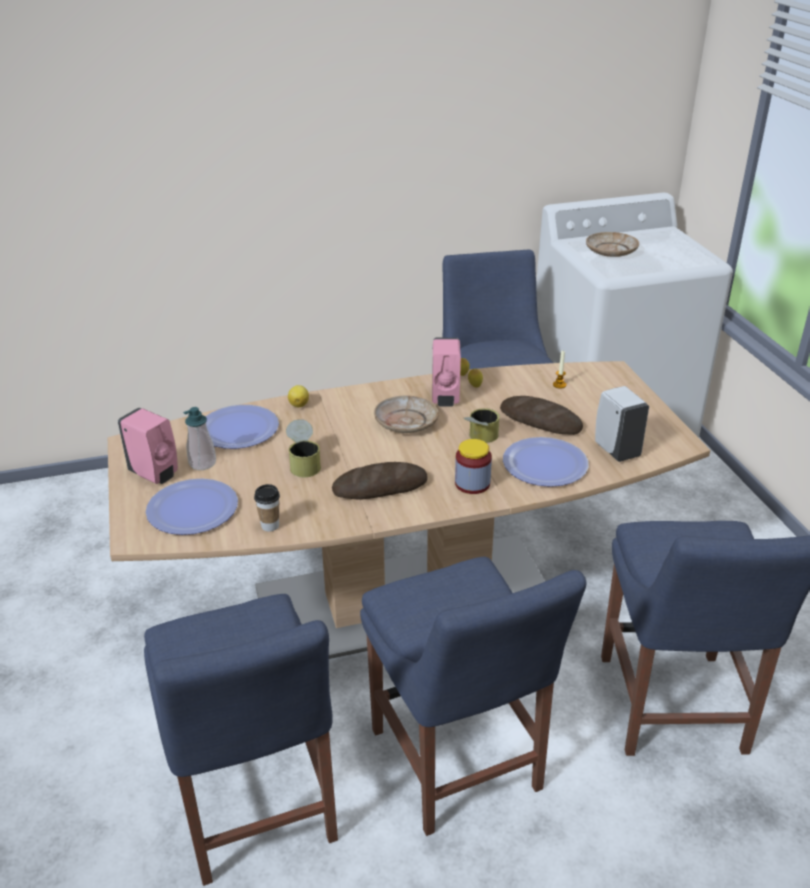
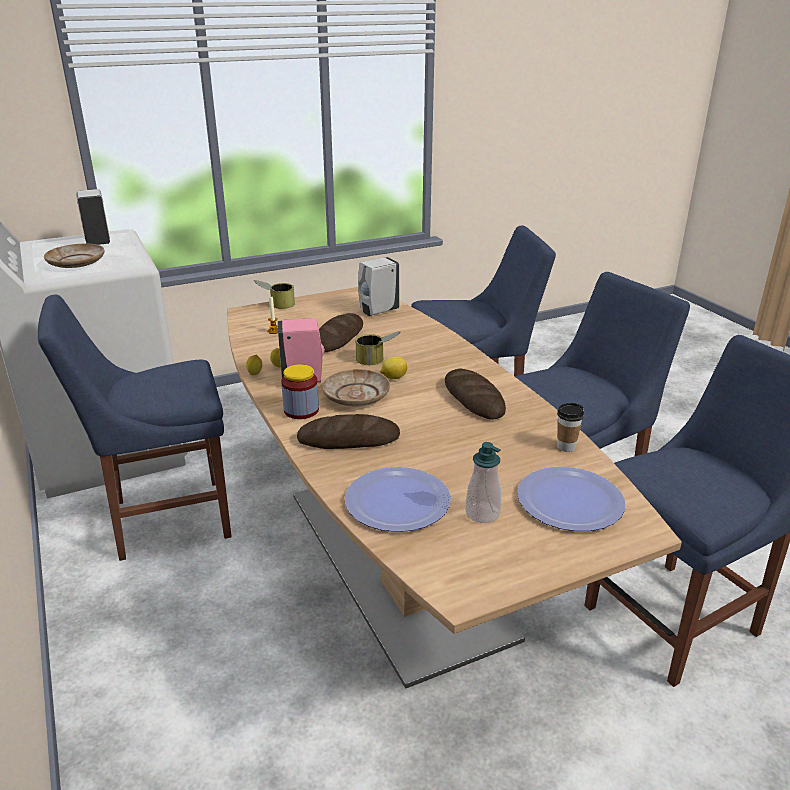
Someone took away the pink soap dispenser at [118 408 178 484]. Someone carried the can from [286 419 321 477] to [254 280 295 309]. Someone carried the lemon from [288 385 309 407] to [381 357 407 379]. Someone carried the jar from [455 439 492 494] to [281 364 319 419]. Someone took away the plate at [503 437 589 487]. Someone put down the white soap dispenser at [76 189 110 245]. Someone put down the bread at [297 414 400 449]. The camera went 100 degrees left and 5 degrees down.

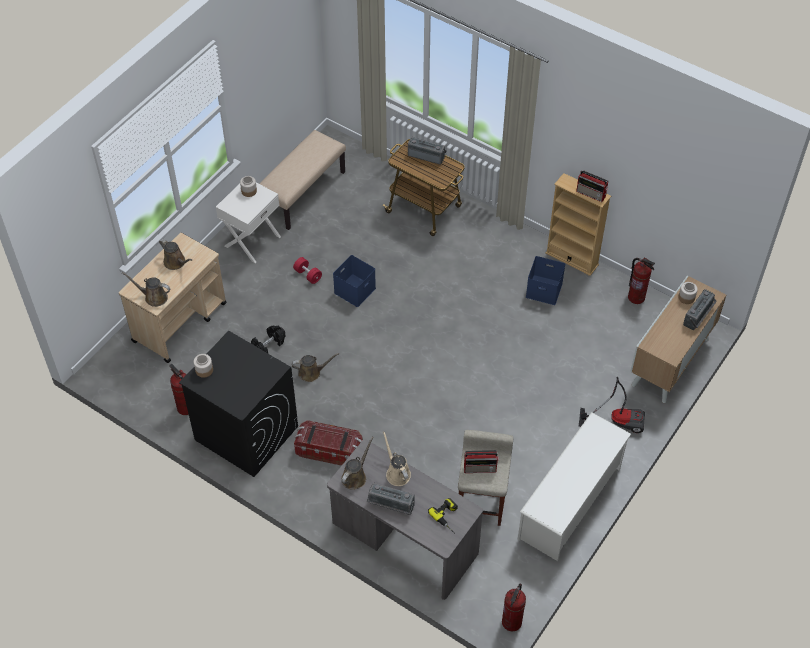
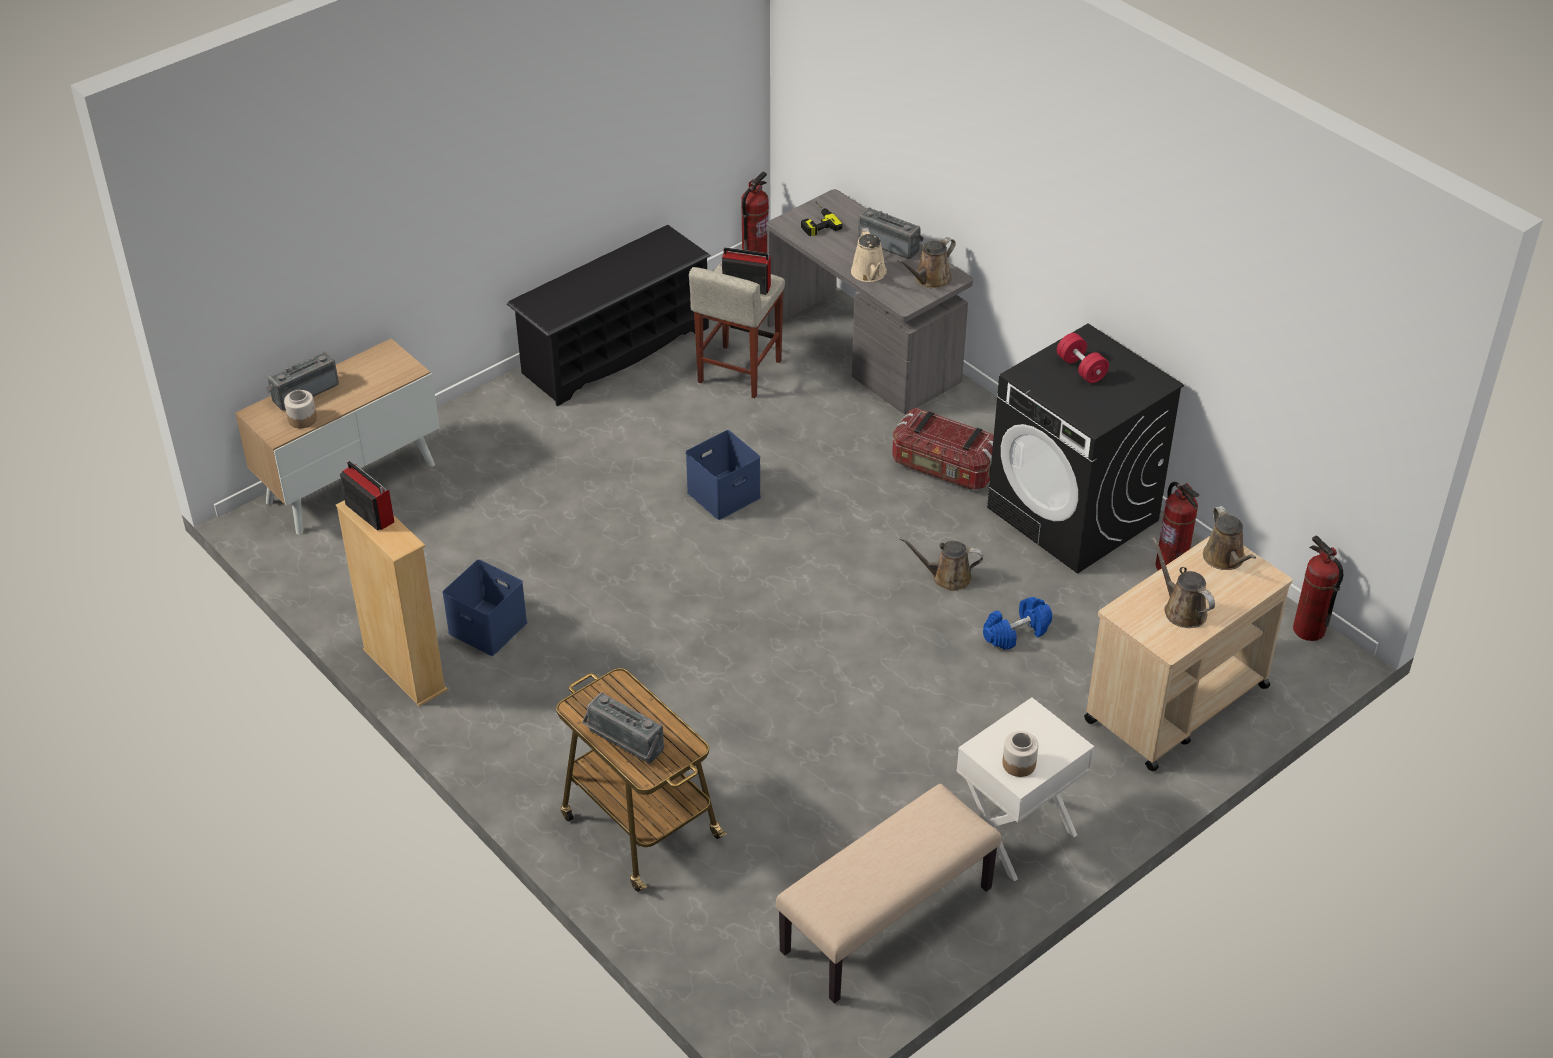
Someone rotated the brown watering can at [122 272 170 307] by 45 degrees clockwise. Someone took away the jar at [194 354 213 378]. Someone repainted the black dumbbell at [251 326 285 353], which became the blue dumbbell at [983 597 1052 650]. Someone carried the red dumbbell from [293 257 322 284] to [1057 333 1109 383]. Someone carried the blue storage box from [333 255 376 307] to [686 430 761 520]. Someone repainted the white shoe rack at [517 412 631 561], which became the black shoe rack at [507 225 711 406]. Someone took away the vacuum cleaner at [578 377 645 433]. Someone carried the fire extinguisher from [628 257 655 304] to [1293 536 1343 641]. The camera went 165 degrees left and 10 degrees down.

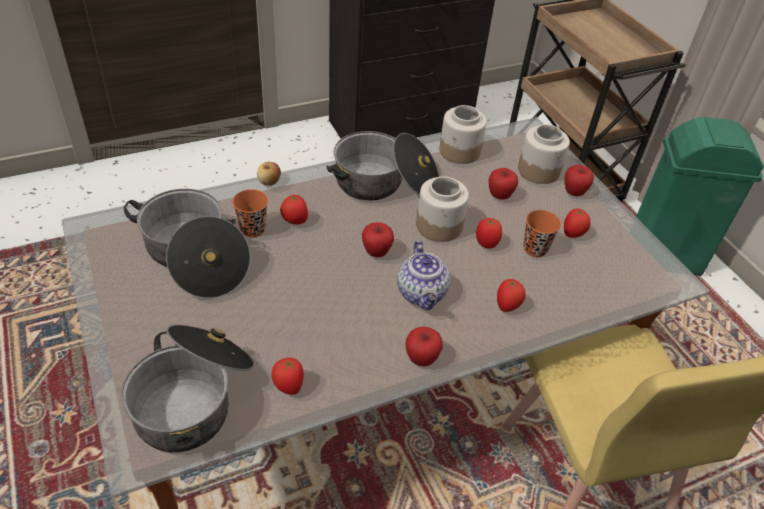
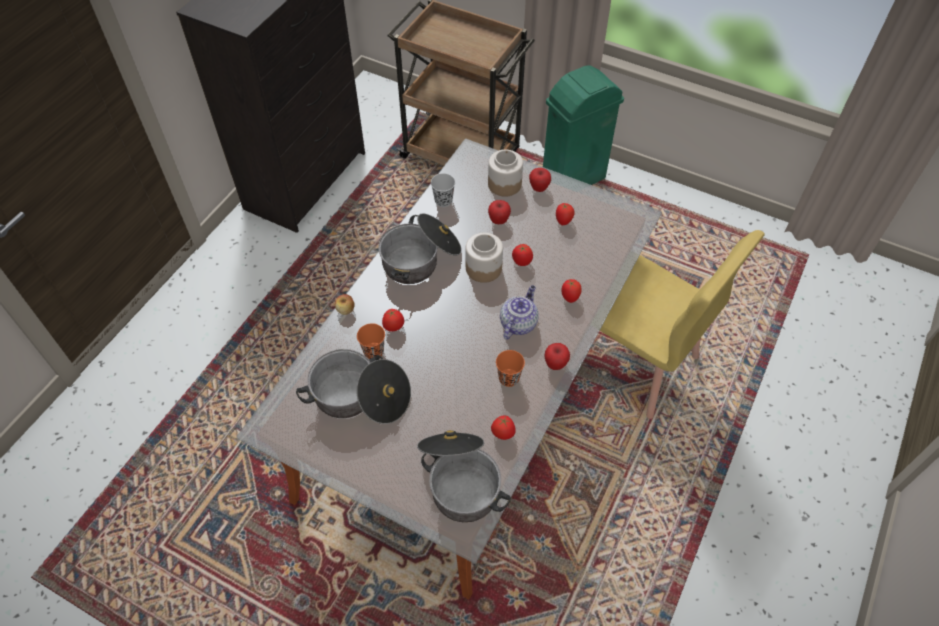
Someone took away the apple at [362 222 394 257]. Someone rotated the teapot at [397 240 450 310] by 105 degrees counterclockwise. Someone swapped the jar at [439 105 487 164] for the black cup at [431 173 455 207]. Someone carried the orange cup from [524 210 561 257] to [496 350 525 387]. The camera went 35 degrees left and 10 degrees up.

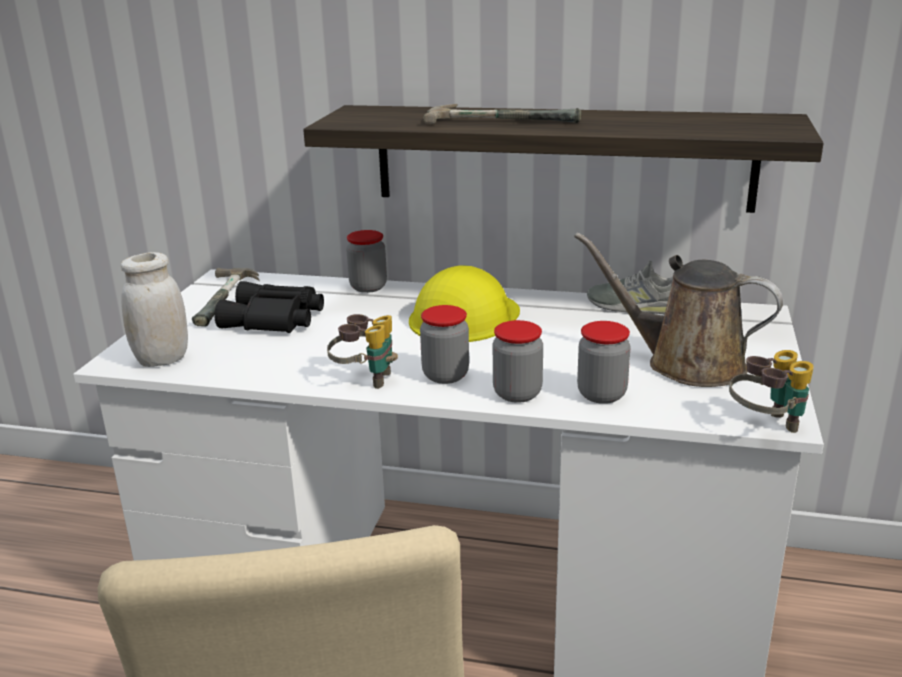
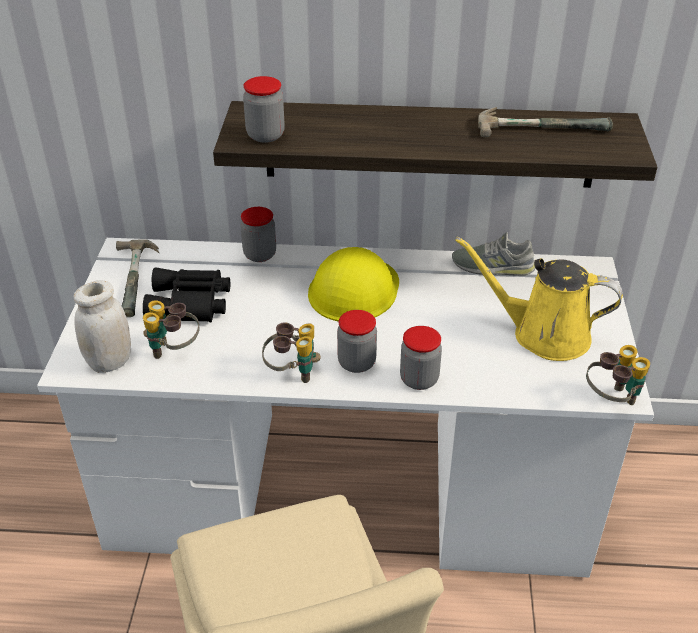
Someone carried the hammer from [424 104 581 124] to [478 107 613 137]. Someone repainted the brown watering can at [574 232 783 387], which became the yellow watering can at [455 237 623 361]. Someone carried the jar from [577 321 631 404] to [243 76 285 143]. Someone put down the binoculars at [143 300 200 359]. The camera went 10 degrees left and 15 degrees up.

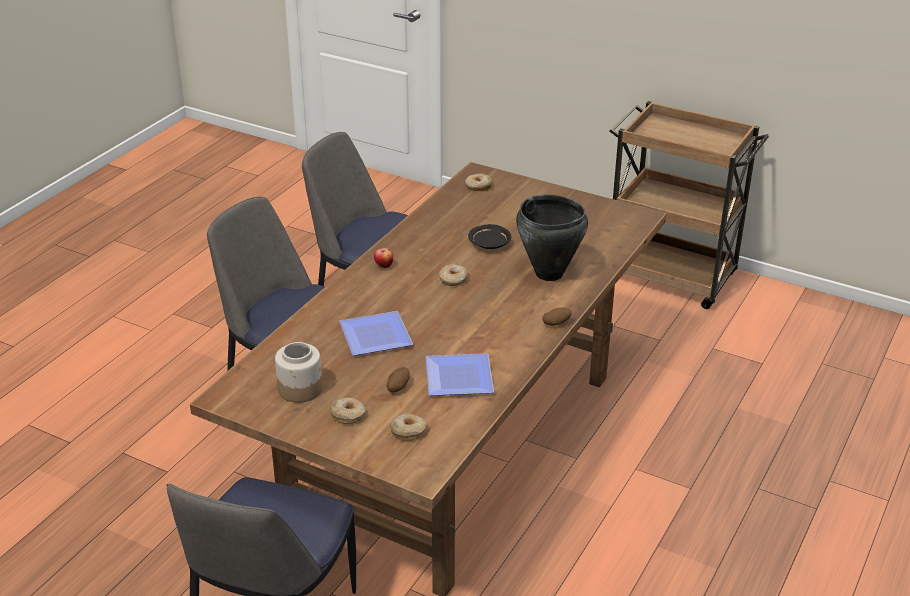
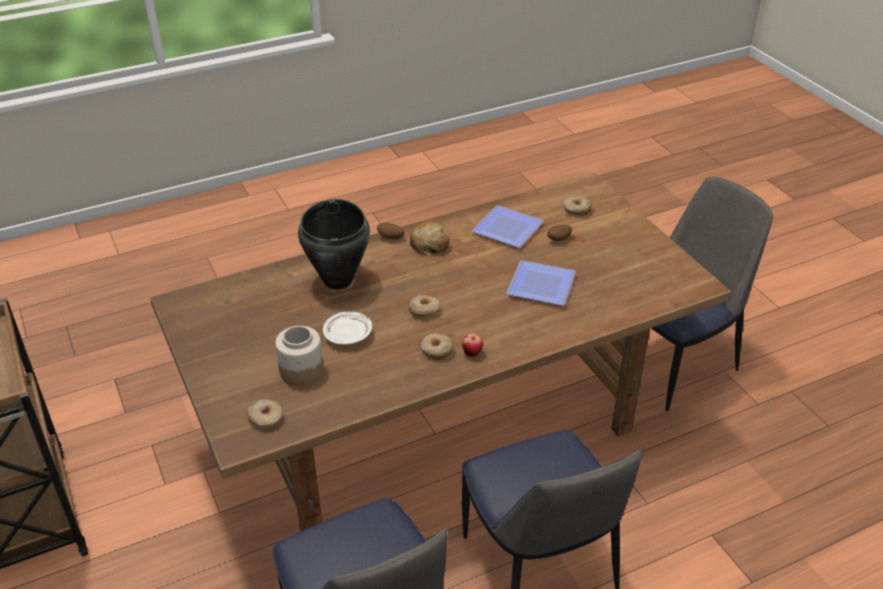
Someone carried the jar from [275 342 322 403] to [275 326 323 386]. Someone carried the donut from [330 398 366 424] to [421 333 453 361]. Someone repainted the black plate at [468 224 512 249], which became the white plate at [323 312 372 345]. Someone put down the bread at [410 221 450 256]. The camera went 145 degrees left and 5 degrees up.

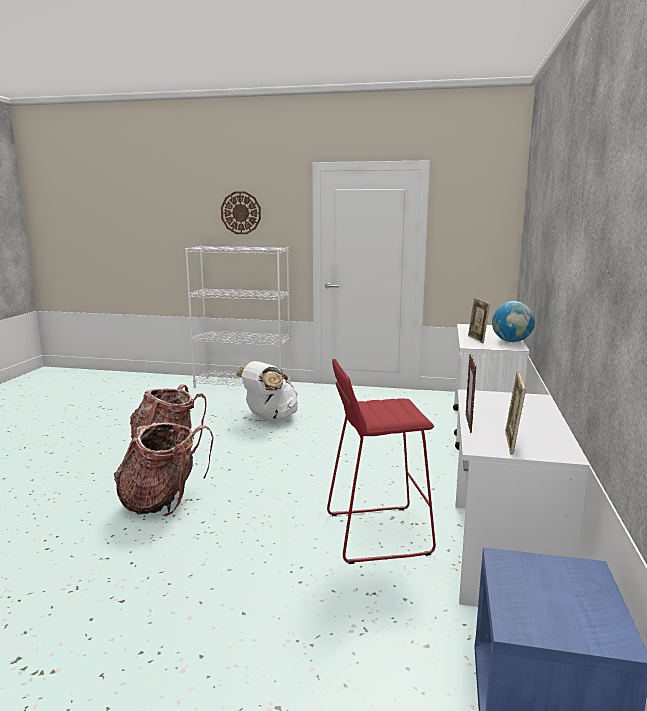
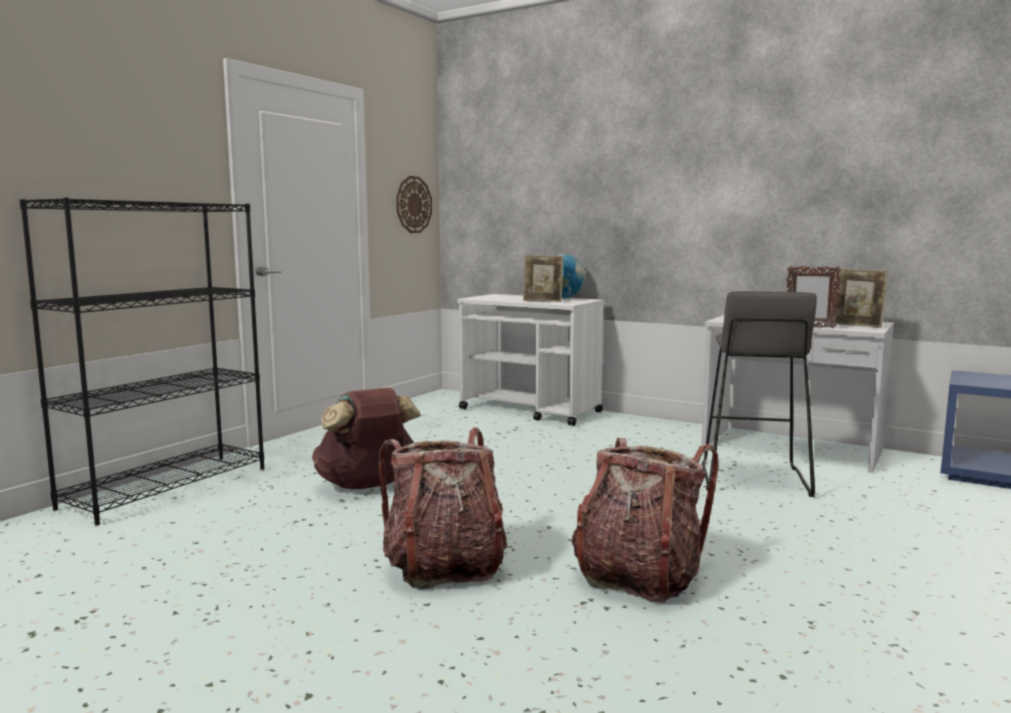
Someone repainted the white bookcase at [185 246 291 388], which became the black bookcase at [20 197 264 526]. Someone carried the wall clock from [221 191 261 234] to [396 176 432 233]. Someone repainted the white backpack at [236 361 298 421], which became the brown backpack at [312 388 421 489]. Someone repainted the red stool at [327 359 436 564], which became the grey stool at [702 291 817 497]. The camera went 70 degrees left and 5 degrees down.

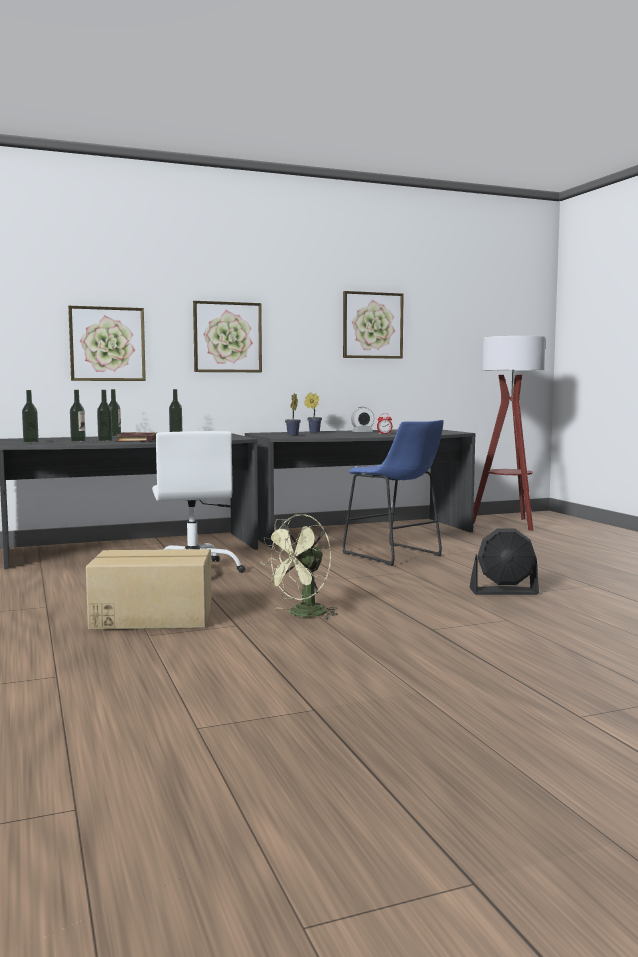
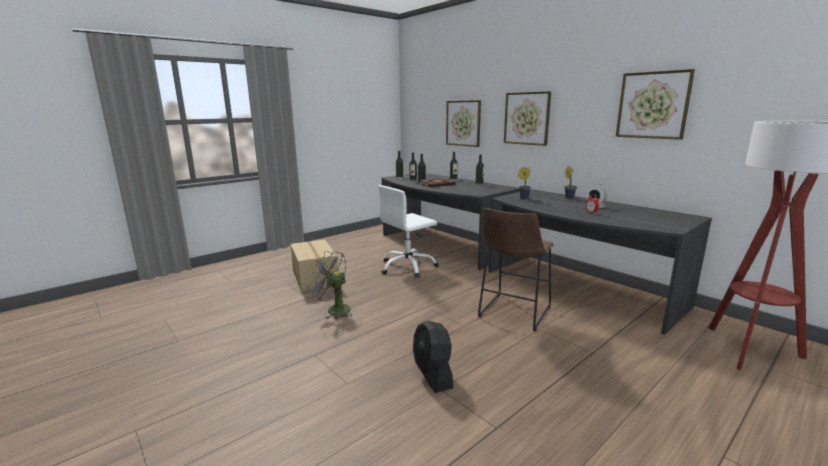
Someone repainted the green fan at [261 514 338 620], which became the grey fan at [308 251 351 320]. Someone repainted the blue stool at [343 420 444 566], which became the brown stool at [478 208 554 331]. The camera went 70 degrees right and 10 degrees up.

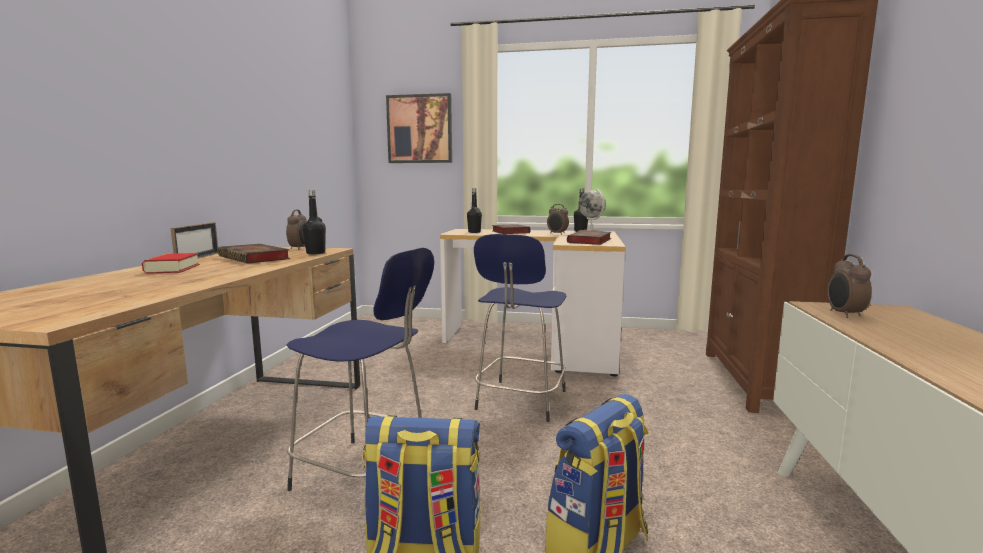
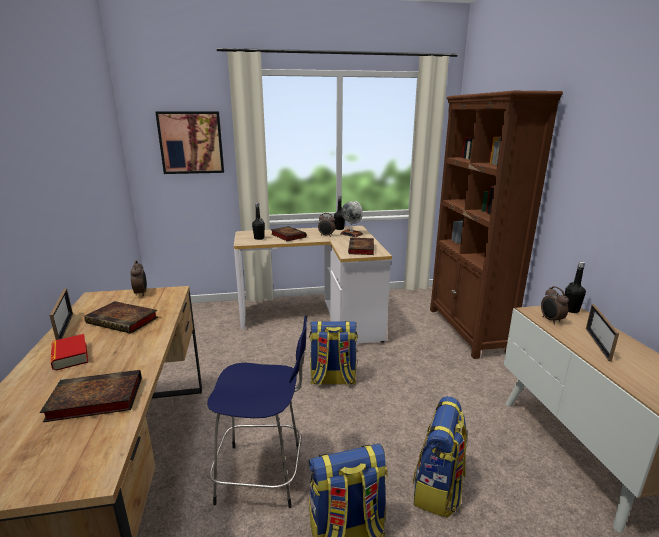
Someone carried the black bottle from [303 190 326 254] to [565 262 586 313]. Someone swapped the blue stool at [474 234 566 422] for the backpack at [309 321 358 385]. Someone put down the book at [40 370 142 422]. Someone put down the picture frame at [586 304 619 362]. The camera went 20 degrees left and 10 degrees up.

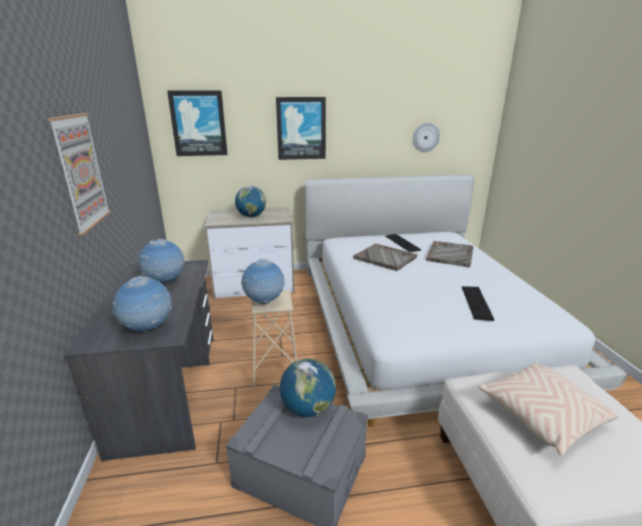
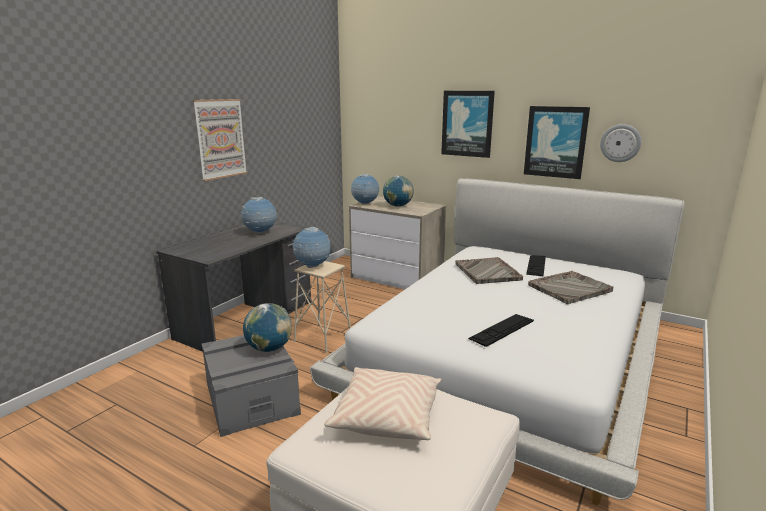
Someone carried the globe from [112 276 172 332] to [351 174 379 204]. Someone carried the picture from [167 91 228 156] to [524 106 590 179]. The camera went 40 degrees right and 5 degrees down.

